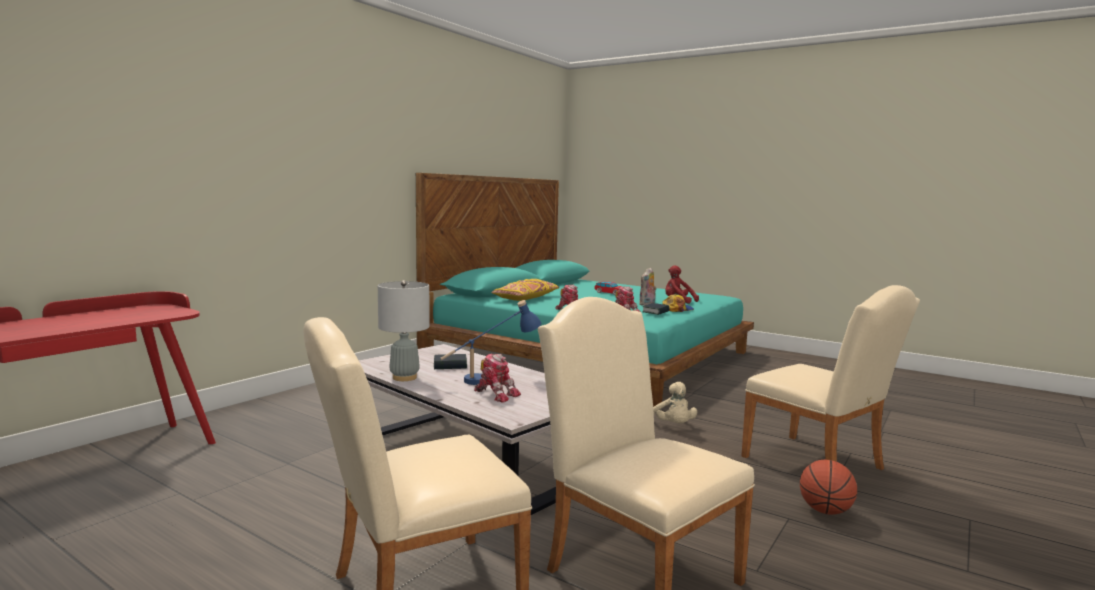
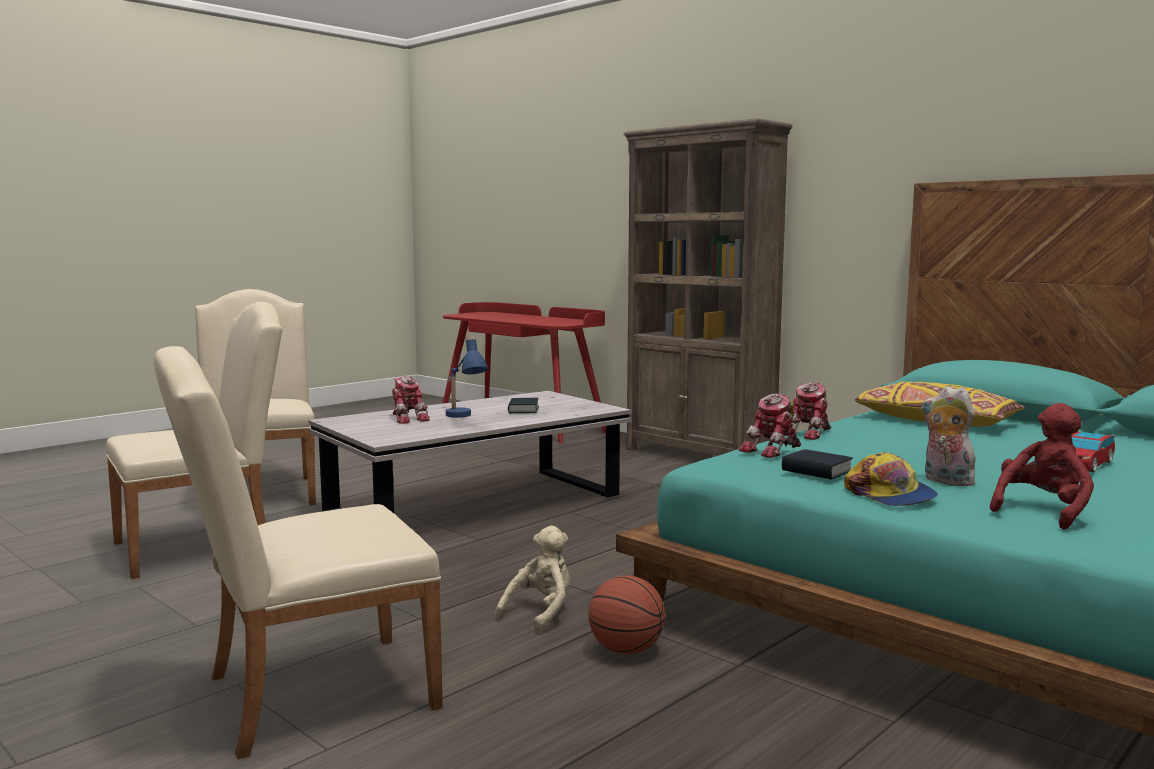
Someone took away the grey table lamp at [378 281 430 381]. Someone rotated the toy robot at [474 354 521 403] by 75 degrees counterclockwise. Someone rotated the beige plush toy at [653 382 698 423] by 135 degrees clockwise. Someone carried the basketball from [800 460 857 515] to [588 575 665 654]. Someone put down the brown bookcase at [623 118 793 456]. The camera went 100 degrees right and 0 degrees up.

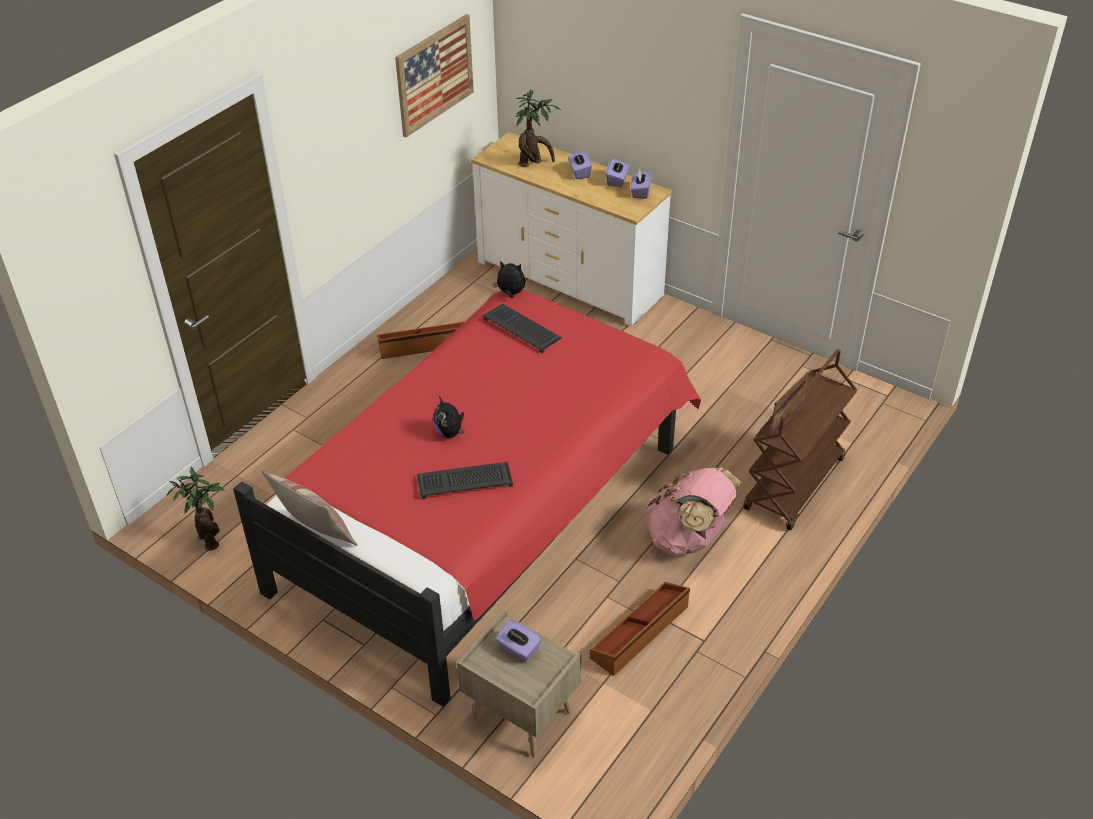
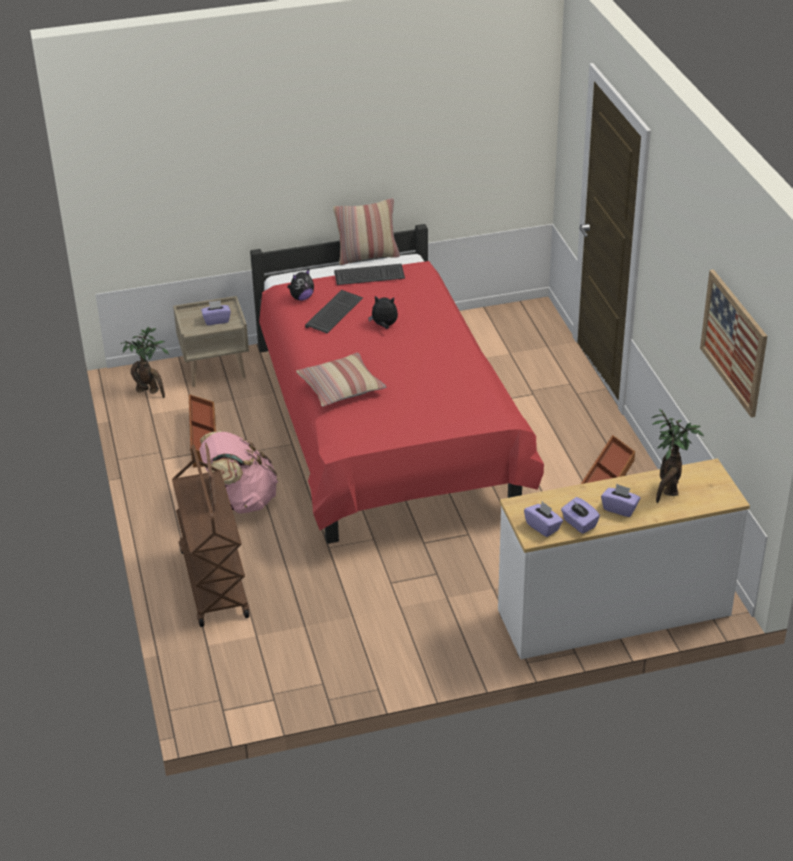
Someone carried the potted plant from [166 466 225 551] to [120 327 169 398]. Someone carried the keyboard from [483 304 562 353] to [334 264 405 285]. Someone carried the plush toy from [493 261 525 298] to [288 269 314 301]. Someone put down the pillow at [296 353 386 407]. The camera went 130 degrees right and 5 degrees down.

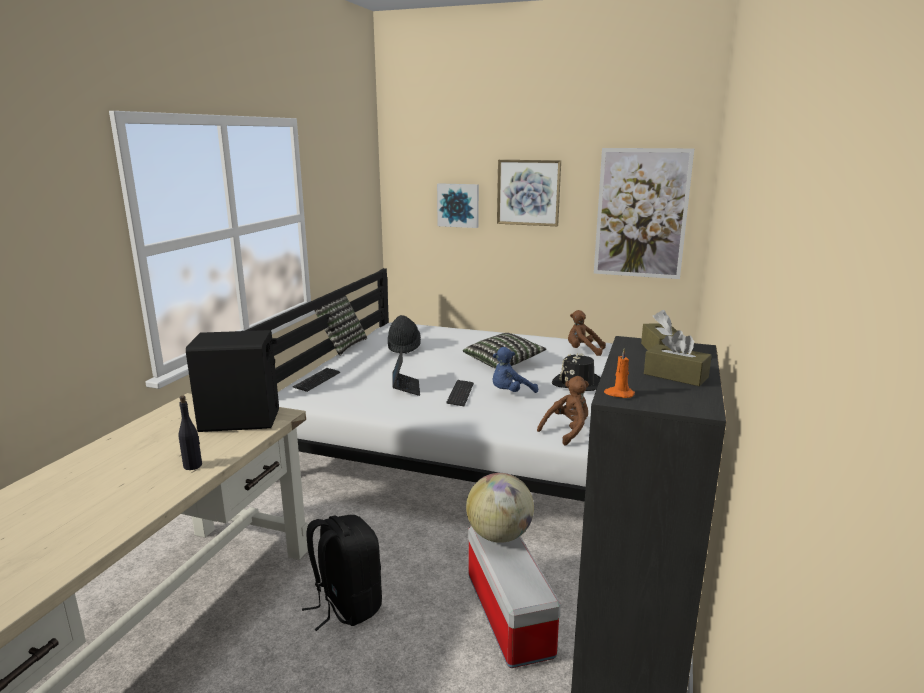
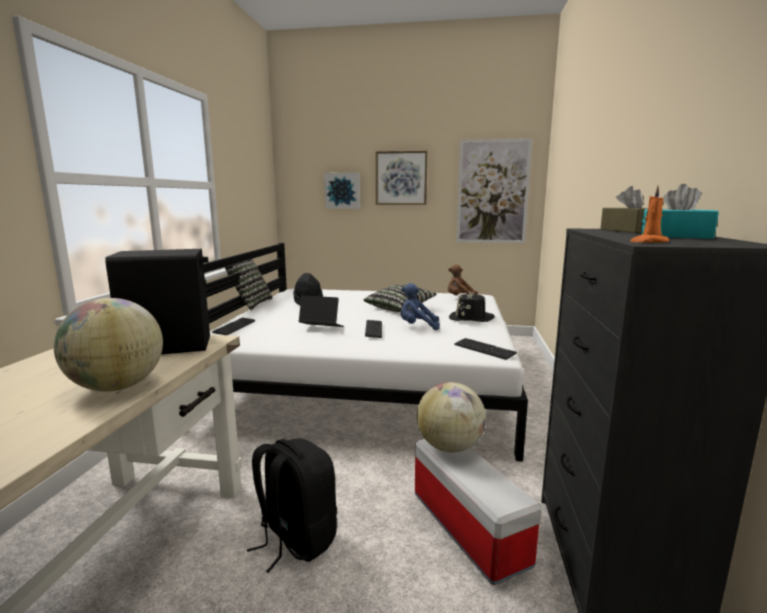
Someone swapped the black bottle at [179 396 202 470] for the globe at [54 298 163 392]. Someone rotated the laptop at [392 348 420 396] by 60 degrees counterclockwise. Someone rotated the blue plush toy at [493 347 538 393] by 45 degrees clockwise. Someone swapped the brown plush toy at [537 376 589 445] for the keyboard at [454 338 517 360]. Someone repainted the brown tissue box at [644 330 712 386], which became the turquoise tissue box at [641 184 719 239]. The camera went 10 degrees left and 5 degrees down.

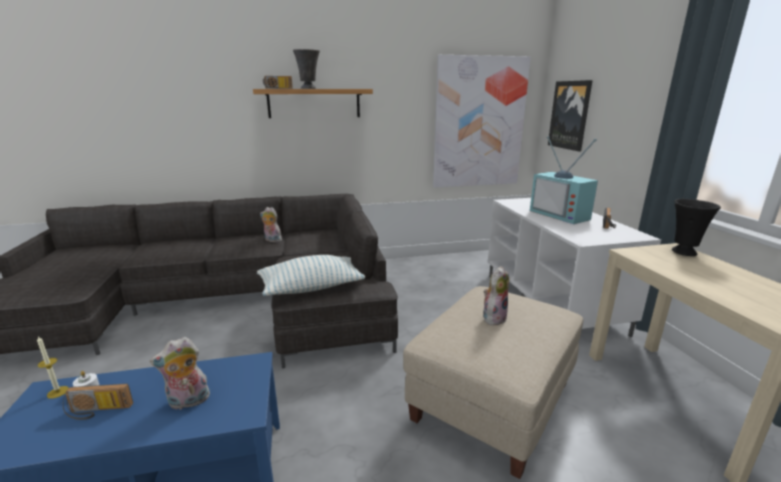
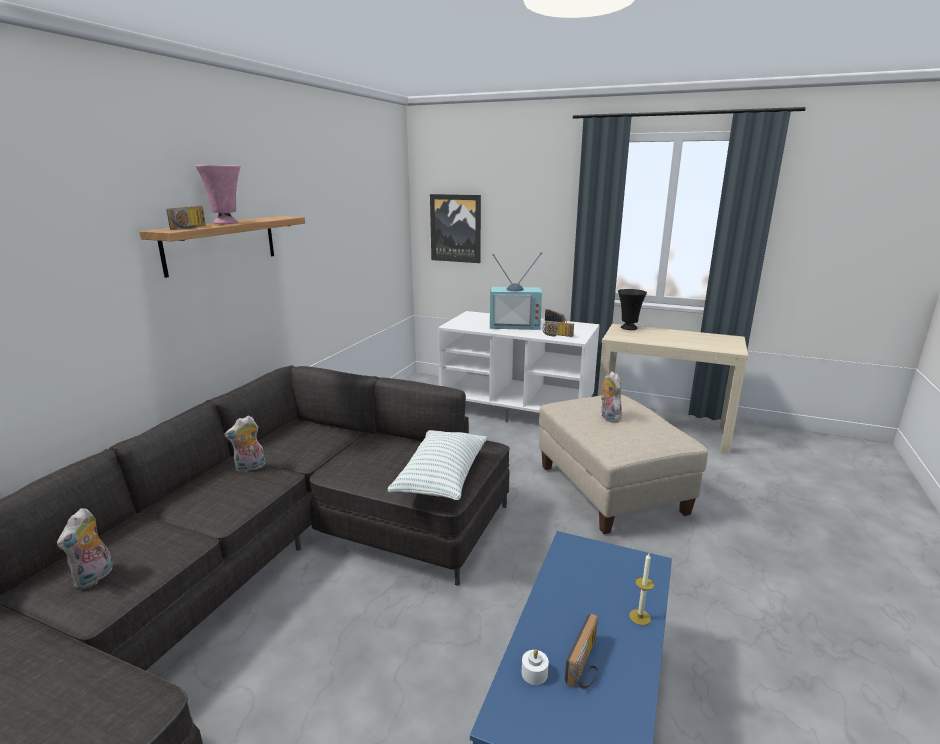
Someone carried the candle from [37 336 69 399] to [629 553 654 625]. Someone carried the plush toy from [150 337 210 410] to [57 508 113 589]. Someone repainted the grey vase at [293 49 320 89], which became the pink vase at [195 165 241 224]. Someone took away the picture at [433 55 531 188]. Someone put down the radio at [543 321 574 337]. The camera went 55 degrees left and 0 degrees up.

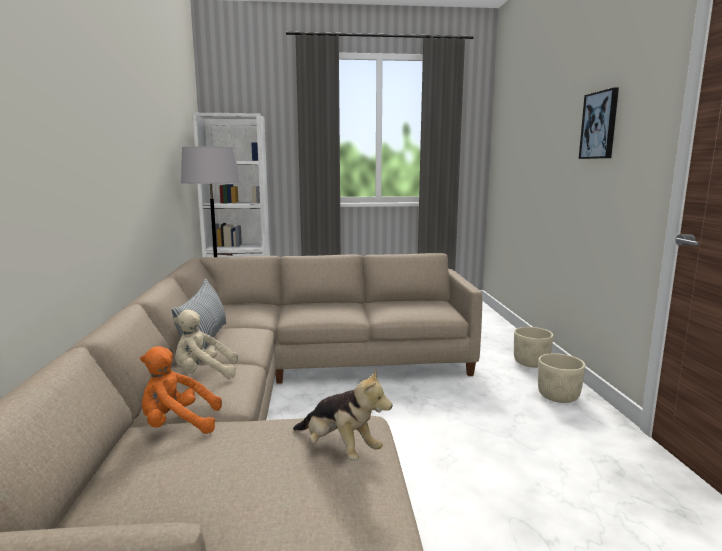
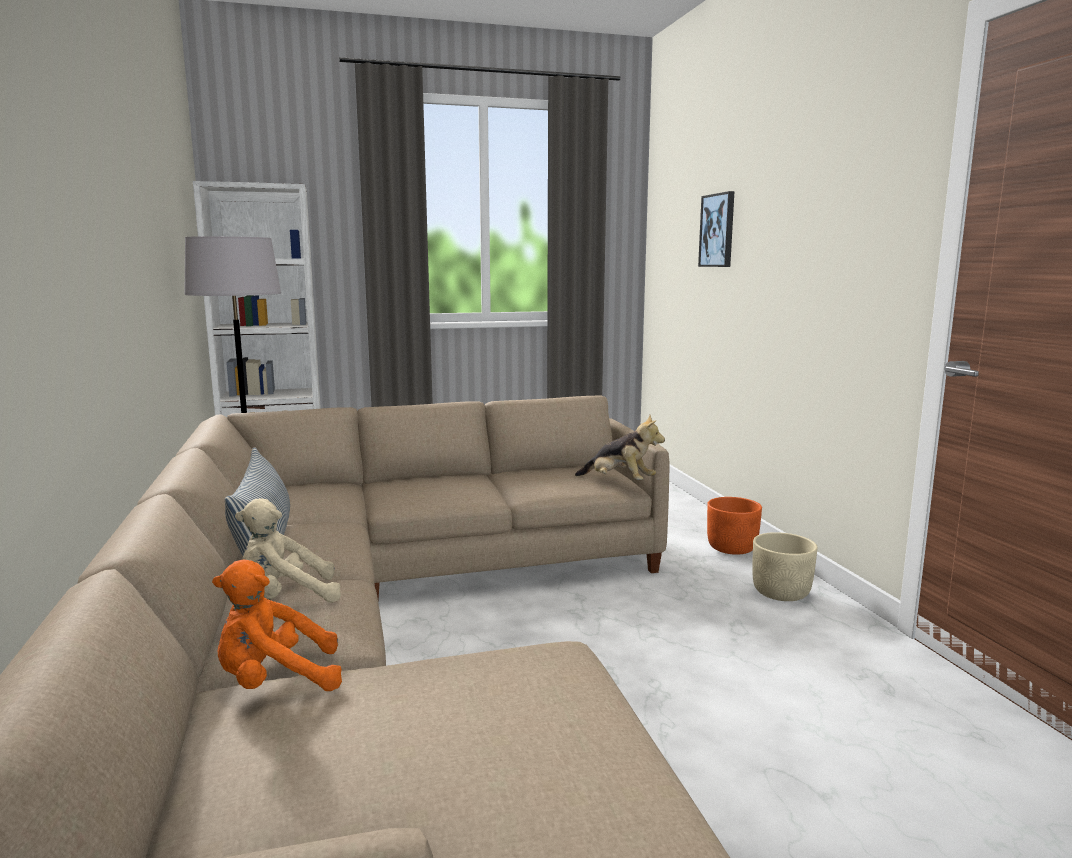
Someone carried the plush toy from [293 369 392 461] to [575 415 665 480]. Someone repainted the beige planter at [514 327 553 368], which became the orange planter at [707 497 762 555]. Someone carried the picture from [579 88 619 159] to [698 191 734 267]. The camera went 10 degrees left and 0 degrees up.

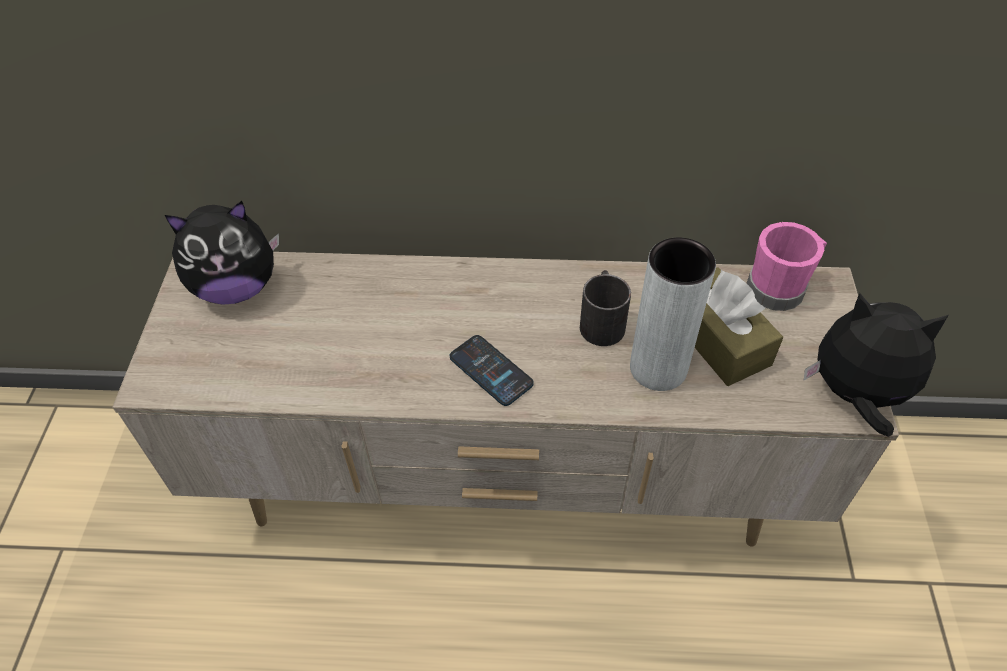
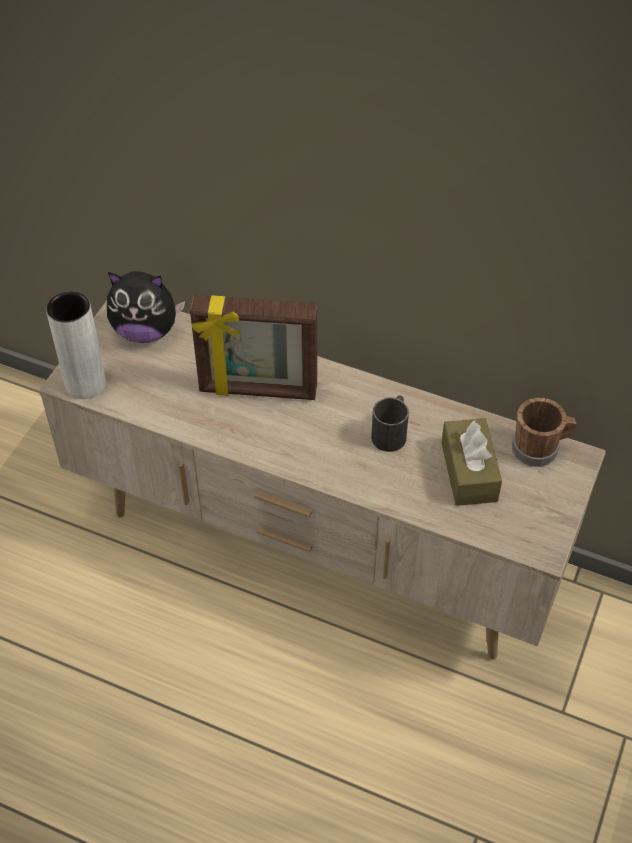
Someone took away the phone at [450 335 534 406]. Someone carried the grey vase from [630 237 716 391] to [46 291 106 399]. Someone repainted the pink mug at [746 222 827 311], which became the brown mug at [512 398 577 467]. Someone took away the plush toy at [803 293 948 437]. Someone put down the picture frame at [190 295 317 400]. The camera went 20 degrees right and 0 degrees up.

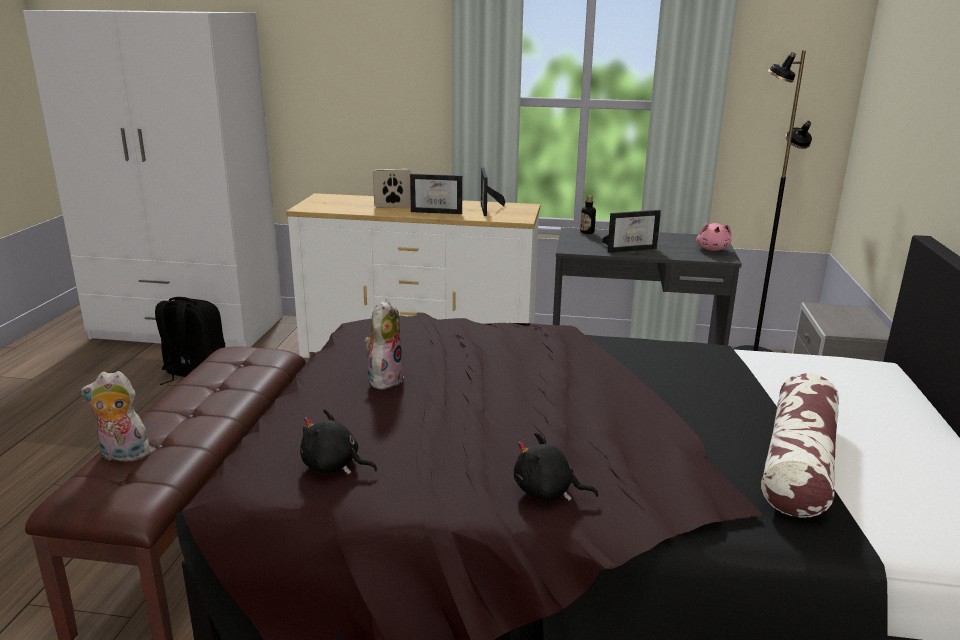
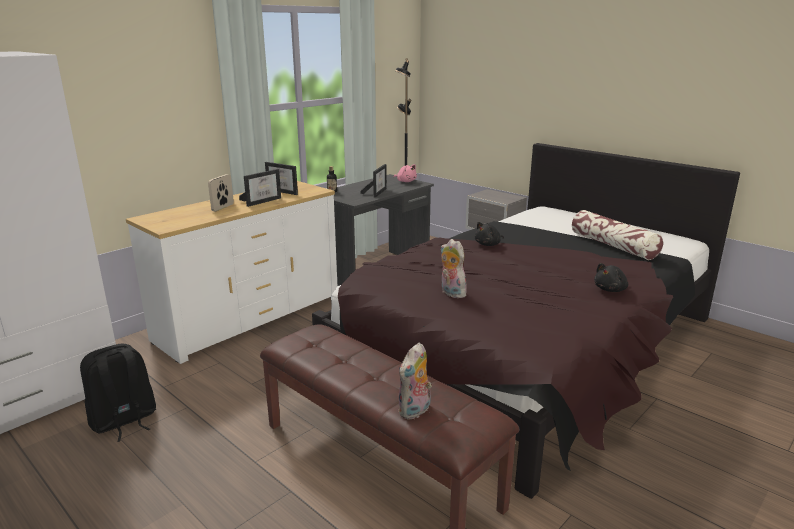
Someone carried the black plush toy from [300 409 377 475] to [475 222 504 246]. The camera went 55 degrees left and 0 degrees up.

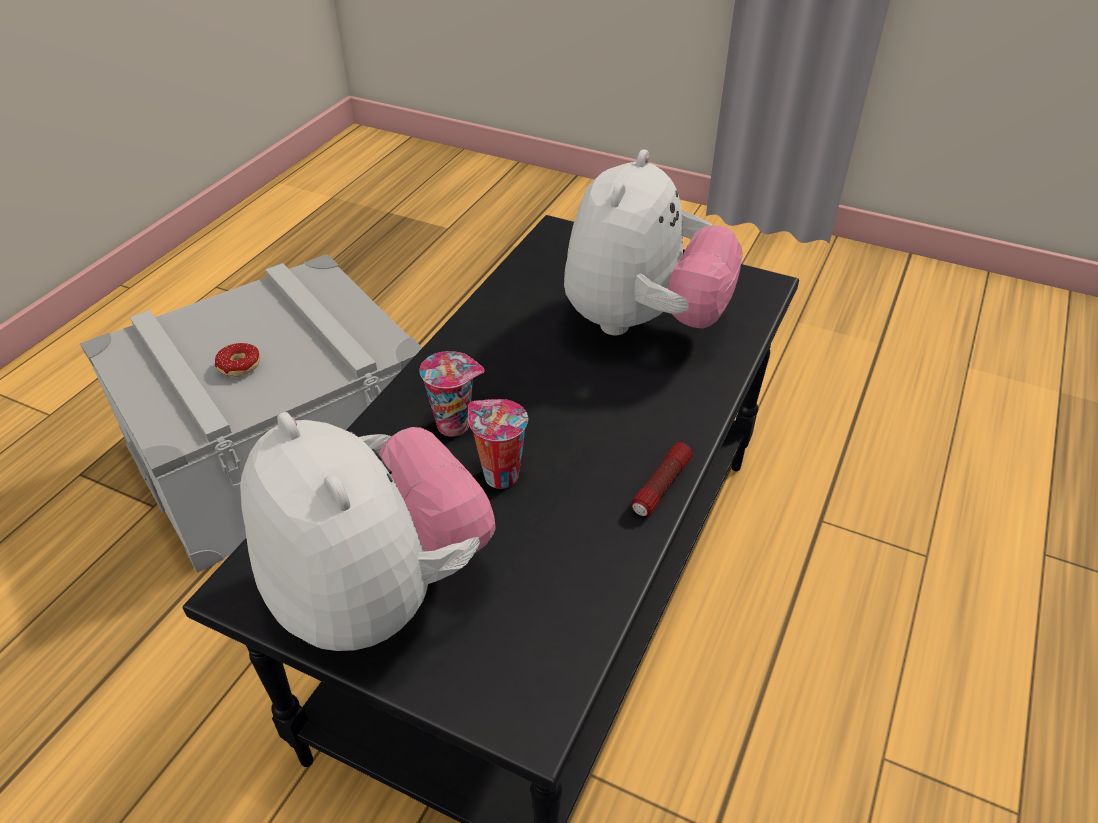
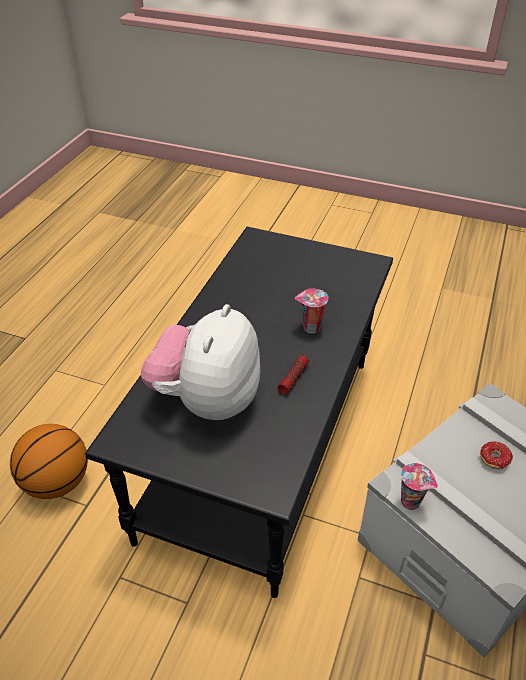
Someone took away the plush toy at [240 412 496 651]. Someone carried the cup from [468 399 528 489] to [401 463 438 510]. Someone carried the flashlight from [631 442 693 516] to [278 355 309 394]. Someone put down the basketball at [10 424 88 499]. The camera went 175 degrees right and 0 degrees up.

